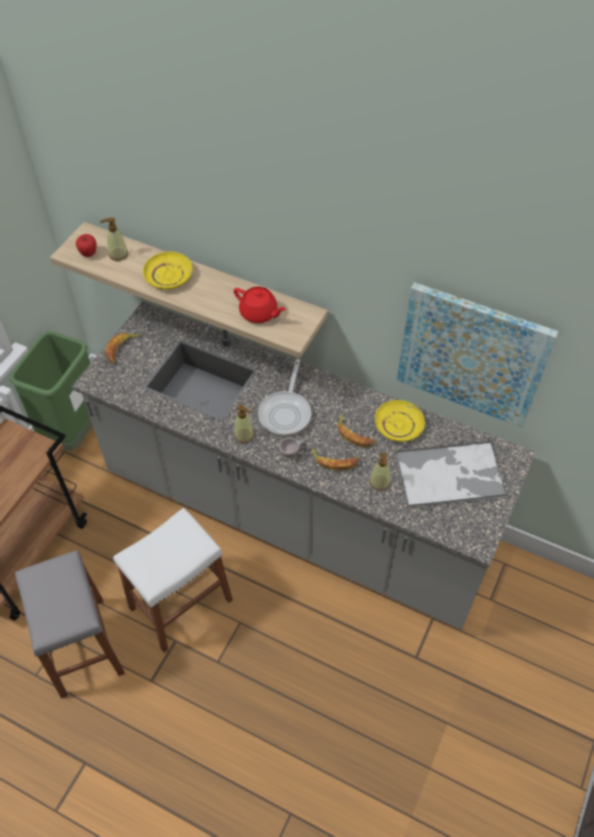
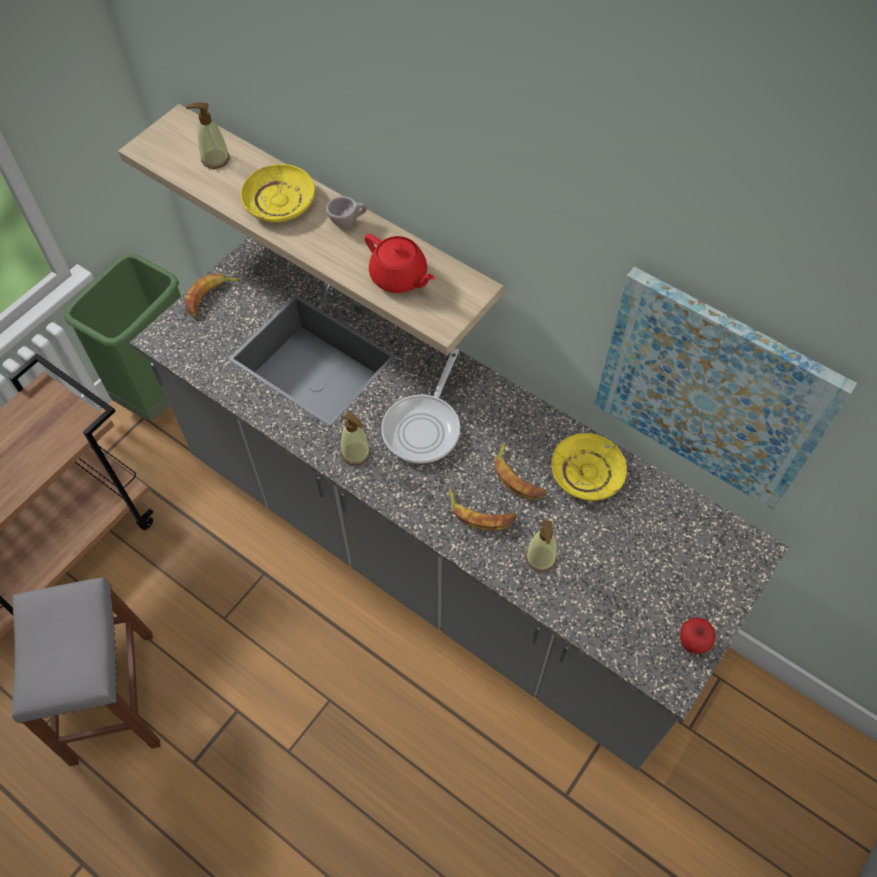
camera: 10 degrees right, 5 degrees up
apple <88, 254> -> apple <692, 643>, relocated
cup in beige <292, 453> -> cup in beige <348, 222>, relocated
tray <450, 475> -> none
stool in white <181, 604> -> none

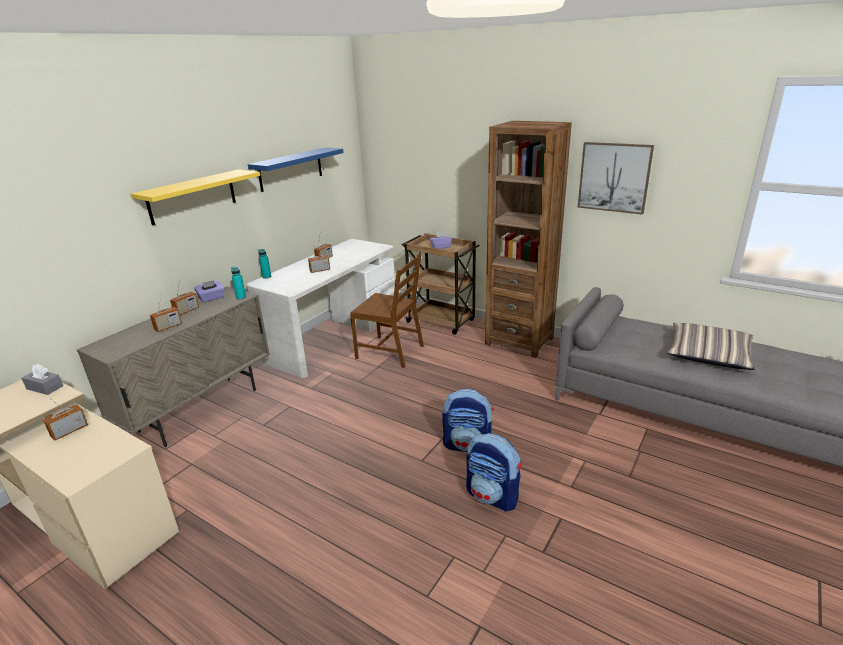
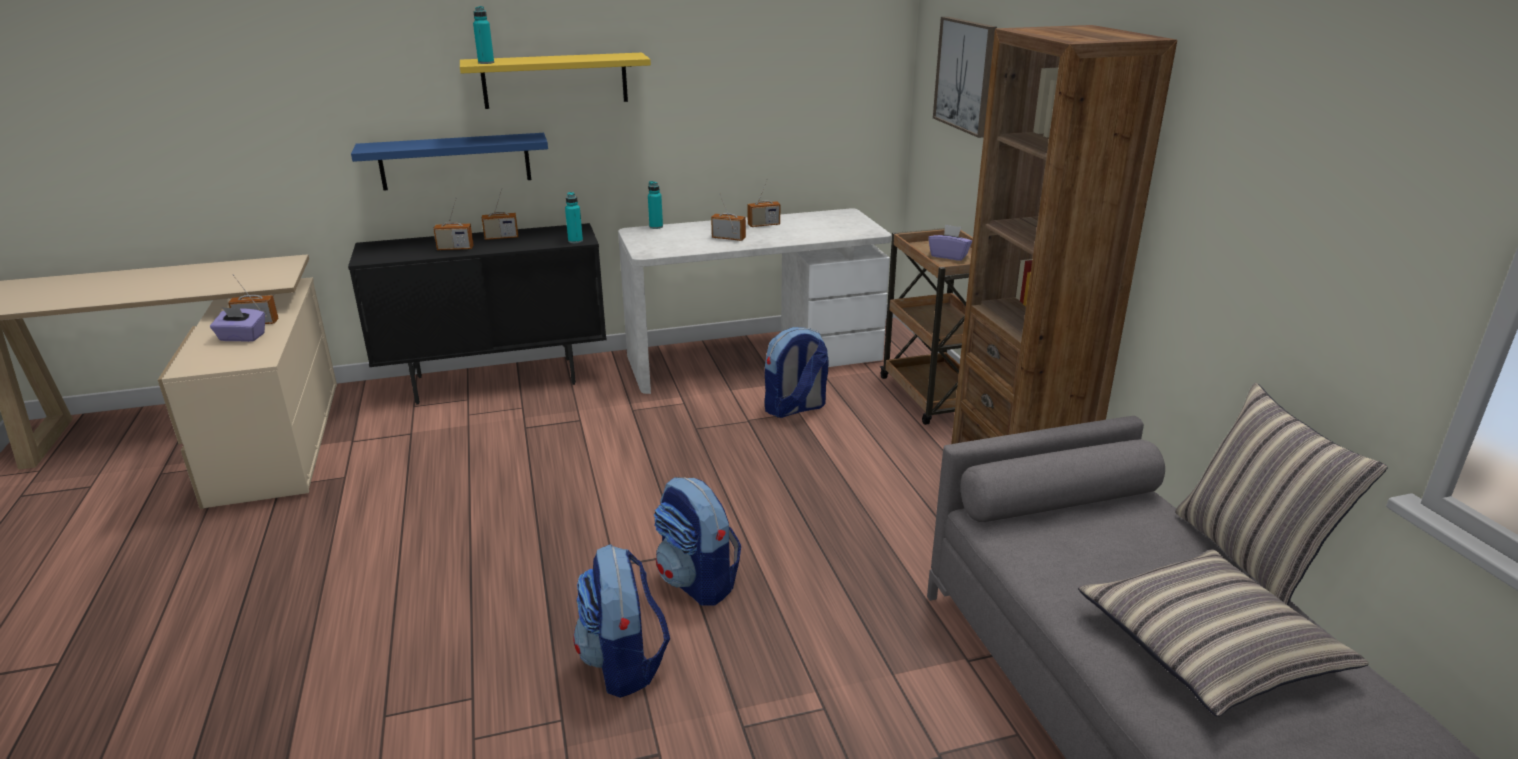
camera: 40 degrees right, 0 degrees up
picture <614, 177> -> picture <966, 75>, relocated
shelf in blue <291, 169> -> shelf in blue <455, 161>, relocated
chair in brown <391, 351> -> backpack <795, 408>
tissue box in purple <211, 298> -> tissue box in purple <242, 337>, relocated
cabinet in beige <200, 410> -> cabinet in black <497, 380>
tissue box in grey <44, 387> -> none
none -> bottle in turquoise <486, 63>
none -> pillow <1250, 555>

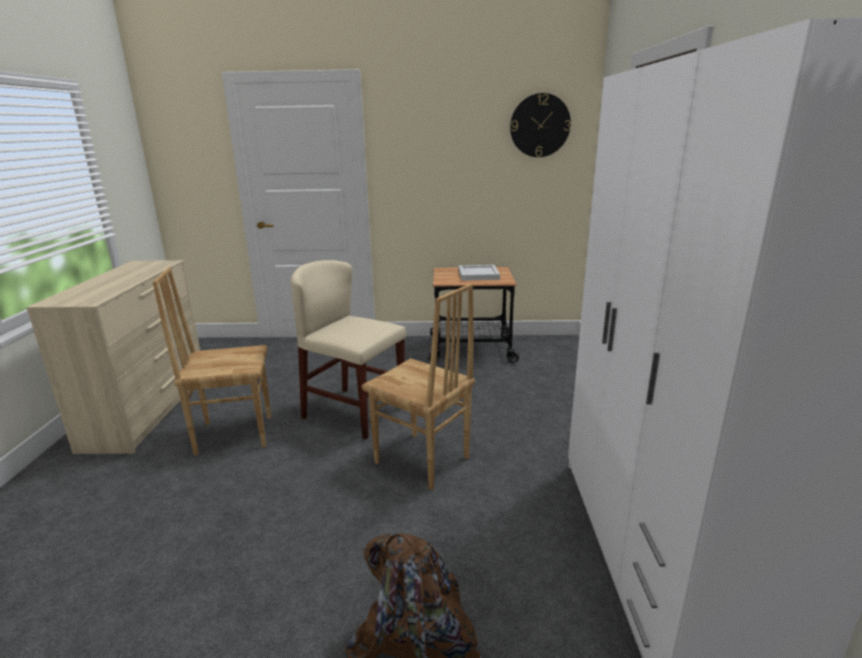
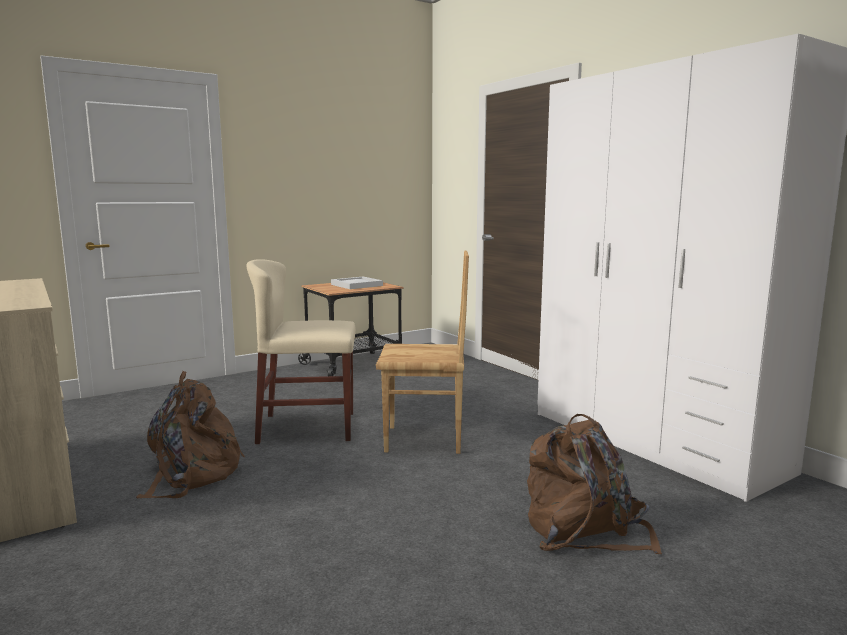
camera: 35 degrees left, 10 degrees down
wall clock <540, 125> -> none
chair in brown <234, 434> -> backpack in brown <192, 473>

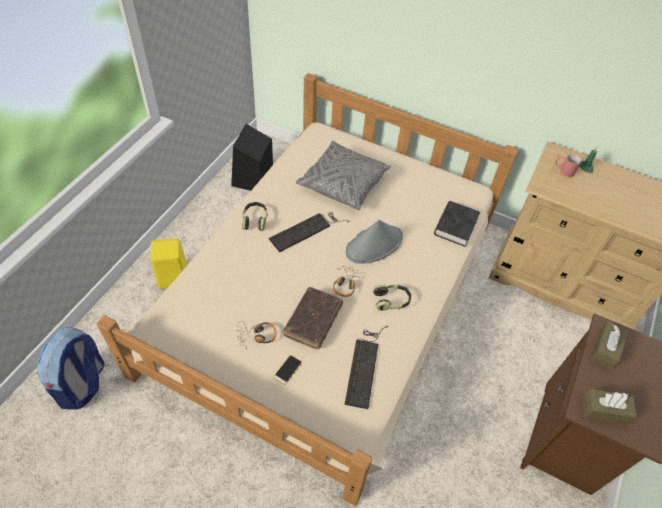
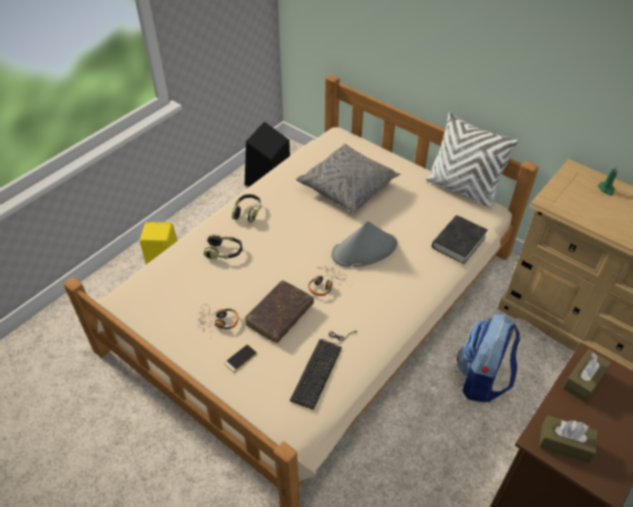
camera: 15 degrees right, 5 degrees down
mug in red <563, 171> -> none
keyboard <307, 230> -> none
headphones <391, 301> -> headphones <224, 252>, relocated
backpack <82, 384> -> backpack <482, 379>, relocated
none -> pillow in white <462, 189>

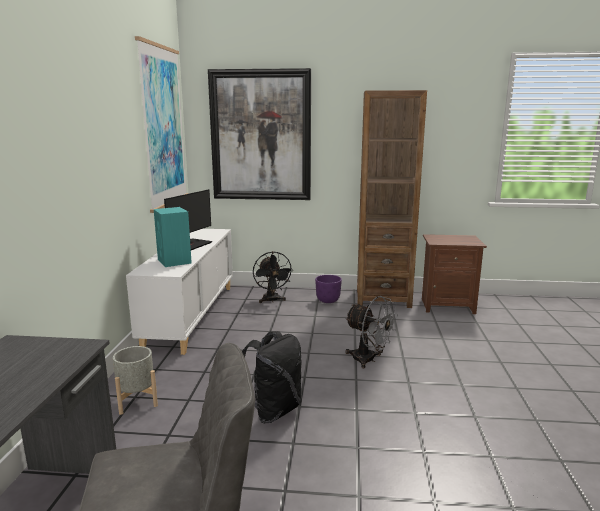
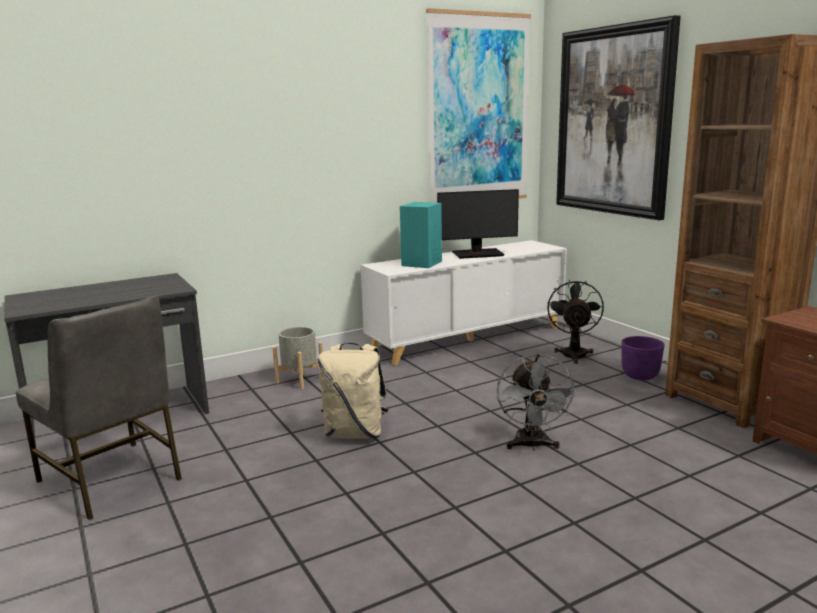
camera: 55 degrees right, 0 degrees up
fan in black <272, 300> -> fan in black <573, 353>, 150 degrees clockwise
backpack in black <272, 411> -> backpack in beige <355, 433>

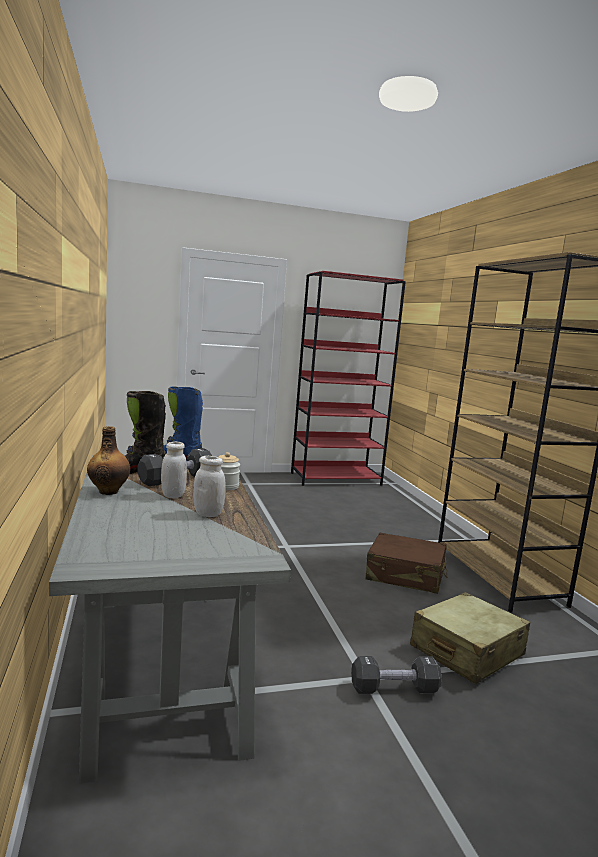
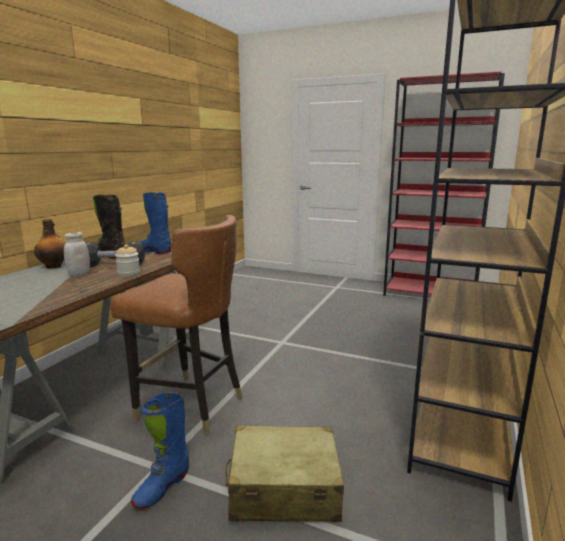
camera: 40 degrees right, 5 degrees up
jar in white <208, 514> -> none
suitcase in brown <405, 575> -> none
dumbbell in black <394, 689> -> boot in blue <162, 487>
none -> chair in brown <190, 406>

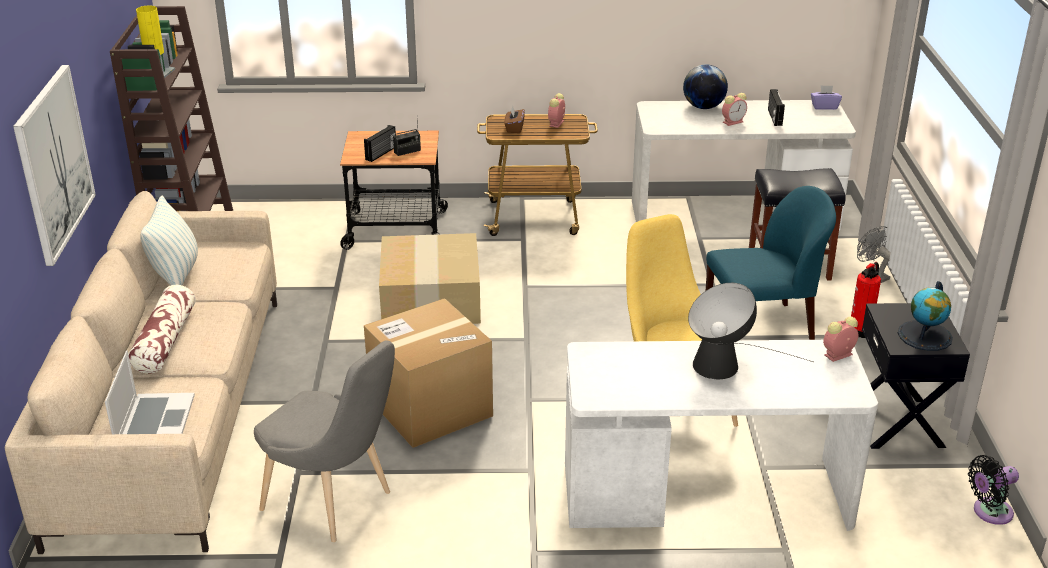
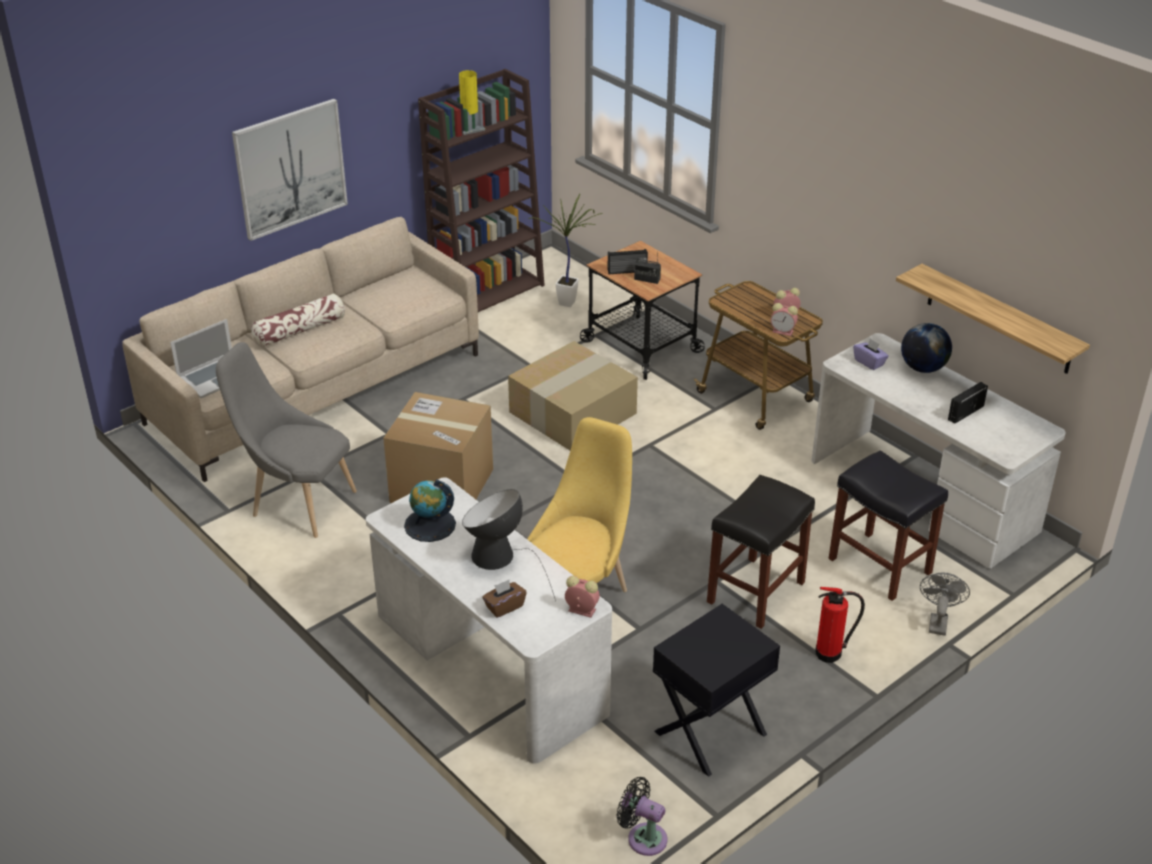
camera: 50 degrees right, 5 degrees up
tissue box in purple <824, 106> -> tissue box in purple <869, 362>, relocated
alarm clock <733, 122> -> alarm clock <783, 331>, relocated
tissue box in brown <514, 128> -> tissue box in brown <504, 607>, relocated
chair in blue <761, 327> -> stool in black <755, 593>
pillow <176, 274> -> none
globe <925, 335> -> globe <430, 525>, relocated
chair in grey <334, 503> -> chair in grey <297, 503>, 120 degrees clockwise
none -> potted plant <570, 302>
none -> shelf <999, 319>

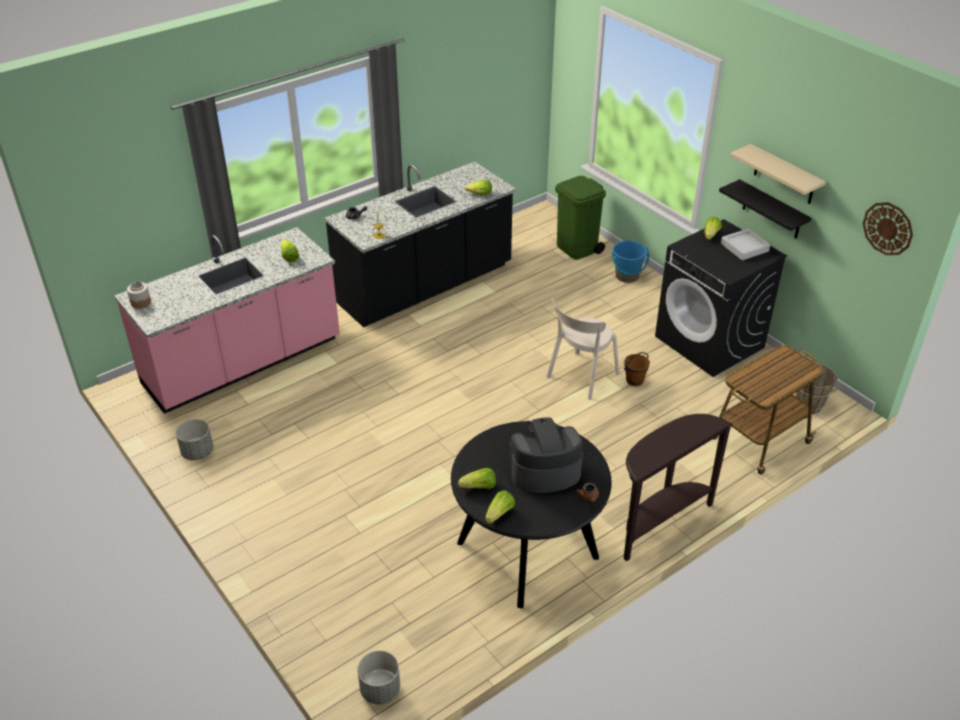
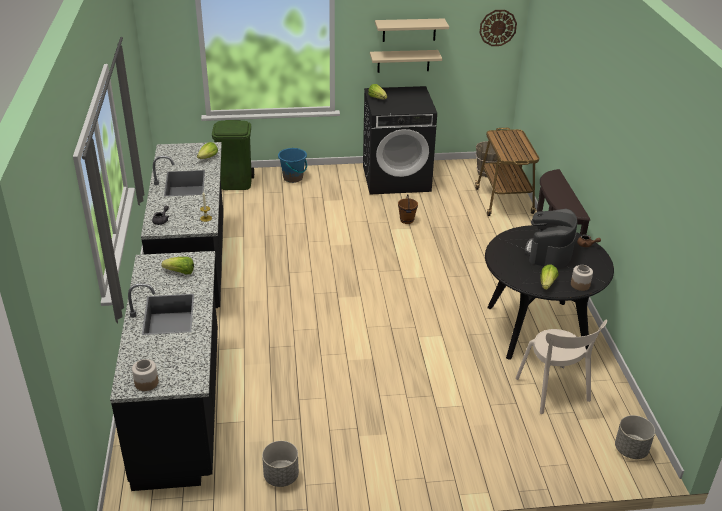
camera: 60 degrees left, 5 degrees down
shelf in black <772, 210> -> shelf in beige <403, 61>
counter in pink <243, 363> -> counter in black <181, 406>
tray in grey <744, 247> -> none
chair in beige <580, 377> -> chair in beige <554, 392>, relocated
lettuce <499, 514> -> jar <580, 285>

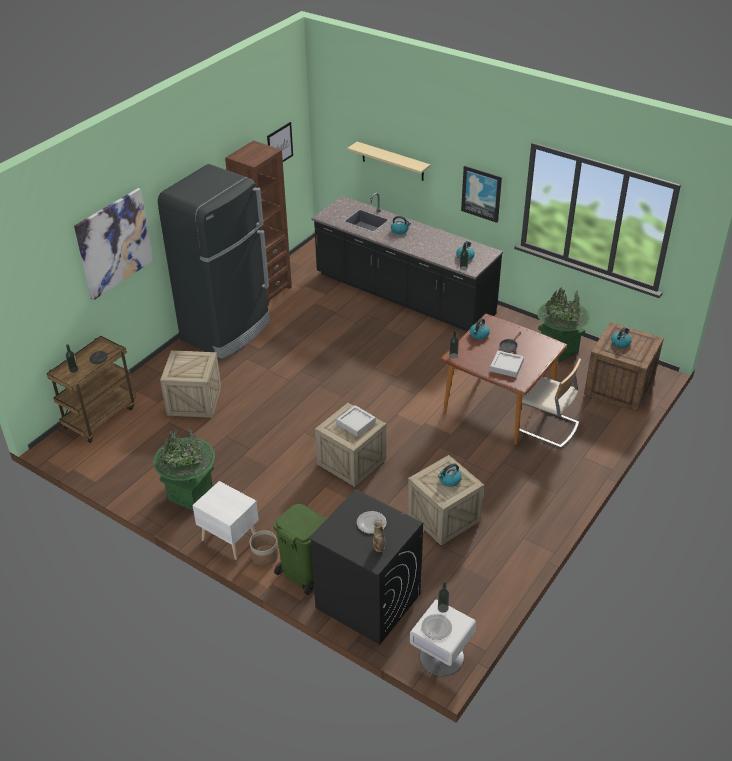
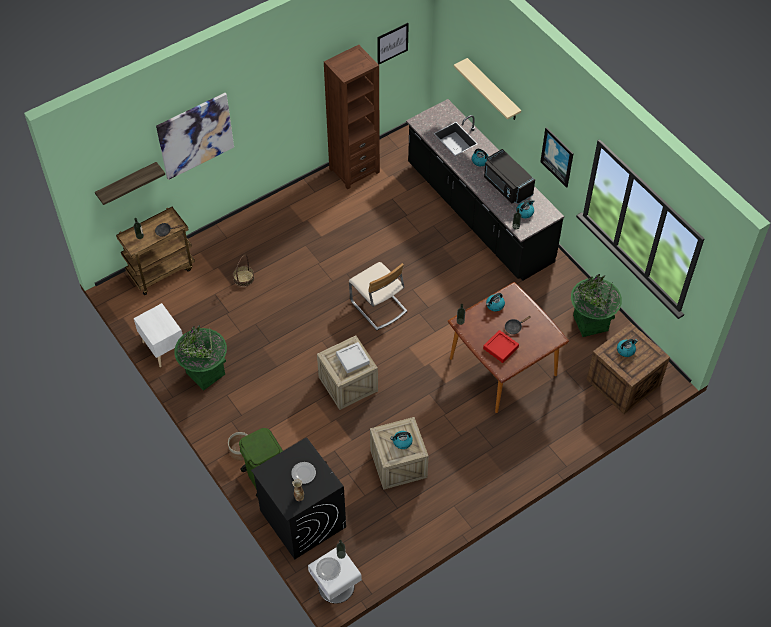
camera: 20 degrees right, 15 degrees up
fridge in black <227, 331> -> none
crate <194, 401> -> basket <243, 278>
tray in grey <506, 366> -> tray in red <500, 348>
chair in beige <546, 427> -> chair in beige <378, 307>, relocated
nightstand in white <229, 538> -> nightstand in white <163, 347>, relocated
none -> microwave in black <506, 186>
none -> shelf <127, 183>

